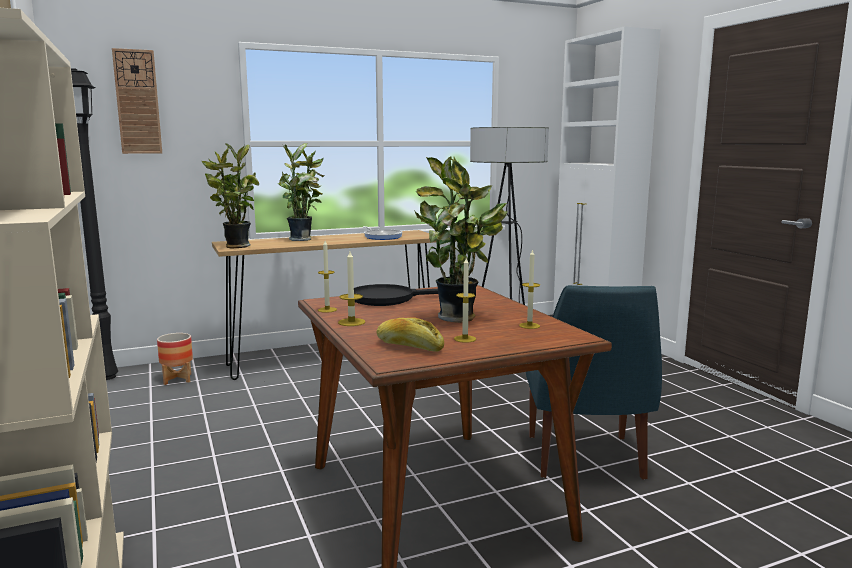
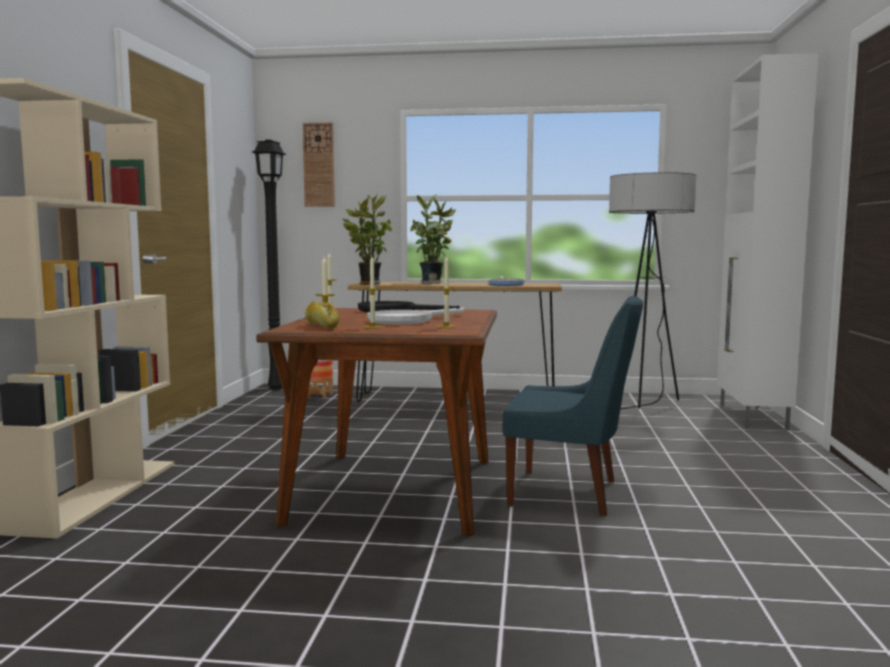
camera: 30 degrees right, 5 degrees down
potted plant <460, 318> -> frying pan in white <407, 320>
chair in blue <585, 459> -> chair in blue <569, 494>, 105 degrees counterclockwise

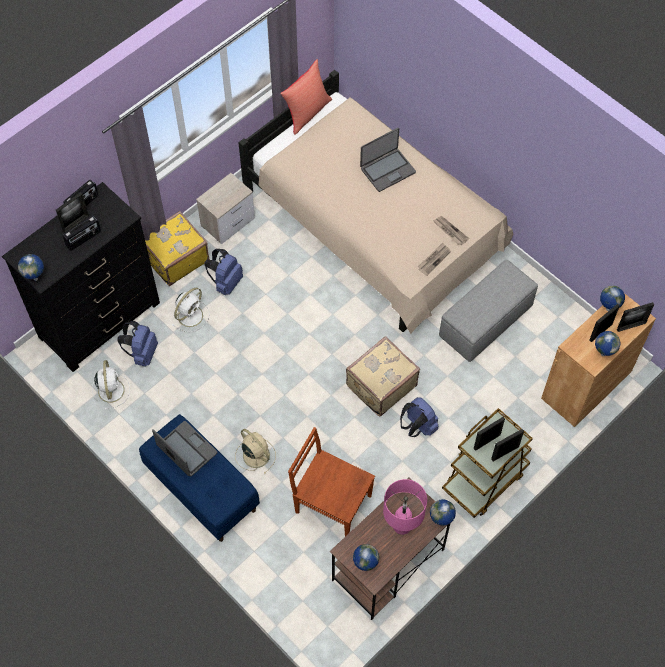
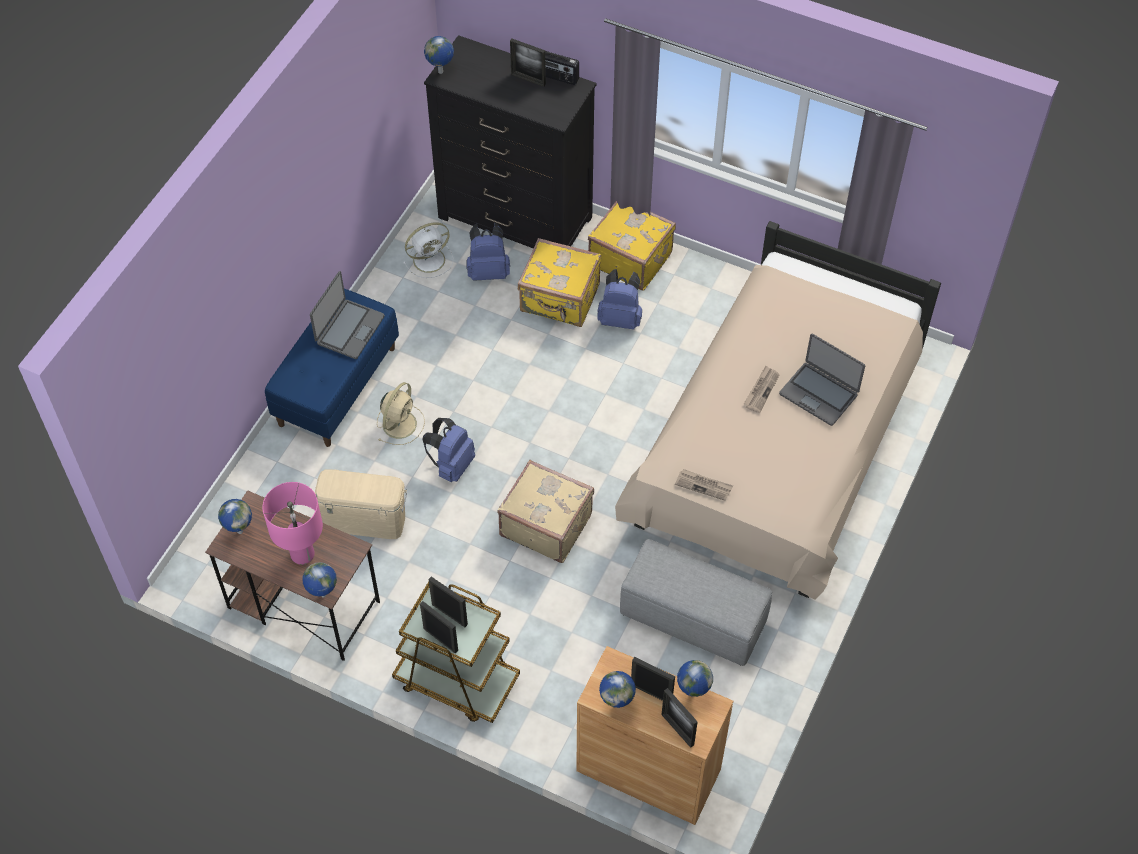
camera: 70 degrees right, 5 degrees down
pillow in red <307, 112> -> none
nightstand <228, 222> -> none
radio <84, 239> -> none
newspaper <450, 231> -> newspaper <761, 390>, relocated
fan in white <191, 315> -> suitcase in yellow <560, 299>
backpack in blue <418, 427> -> backpack in blue <451, 465>, relocated
chair in brown <331, 502> -> storage box in beige <365, 520>

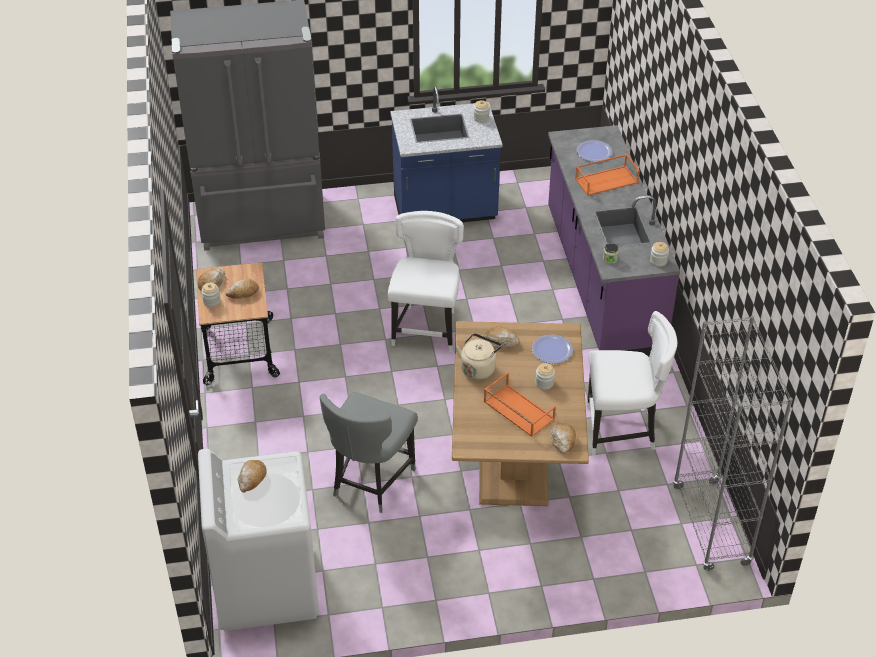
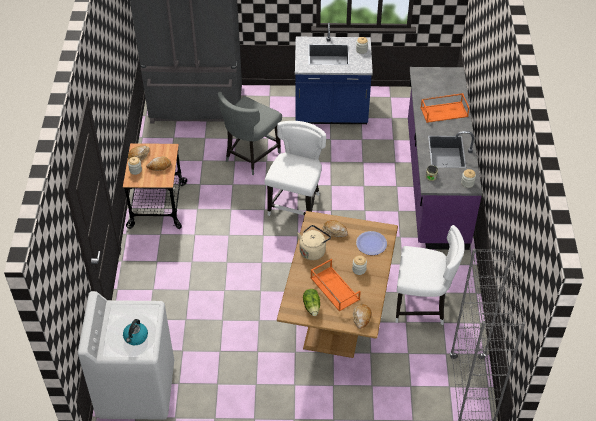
camera: 10 degrees right, 5 degrees up
plate <594, 152> -> none
chair in grey <370, 482> -> chair in grey <250, 156>, relocated
bread <252, 479> -> none
none -> lettuce <312, 306>
none -> kettle <136, 337>

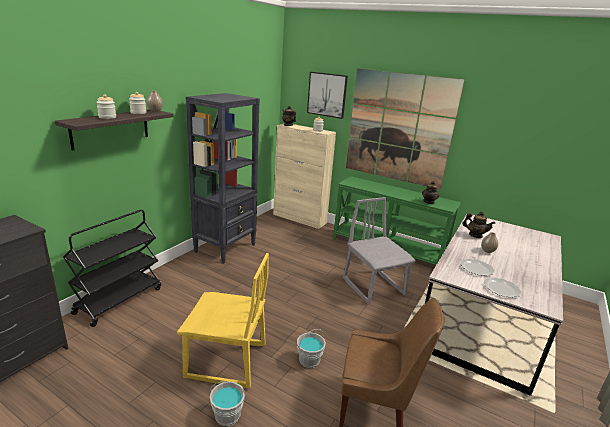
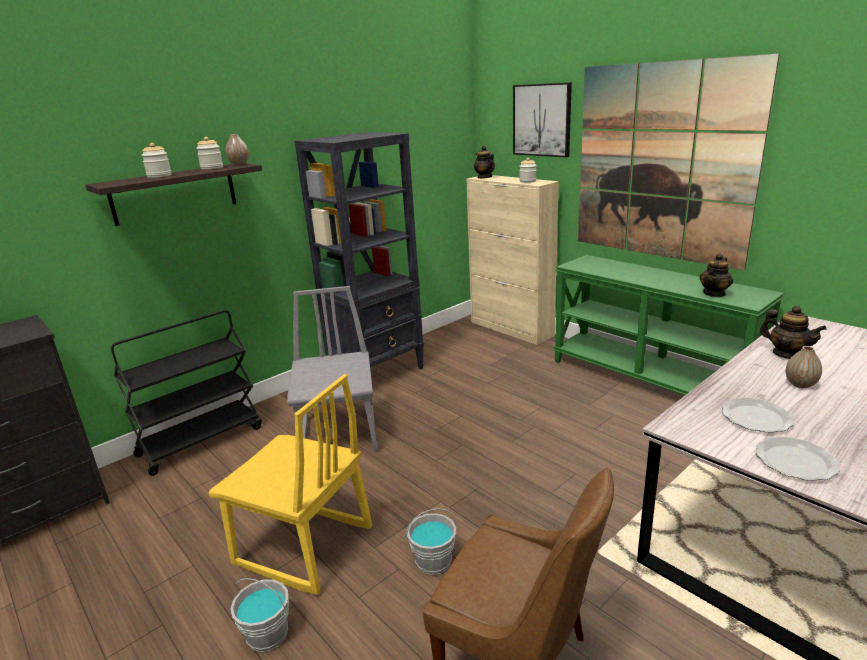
camera: 20 degrees right, 0 degrees up
chair in grey <374, 287> -> chair in grey <340, 434>, relocated

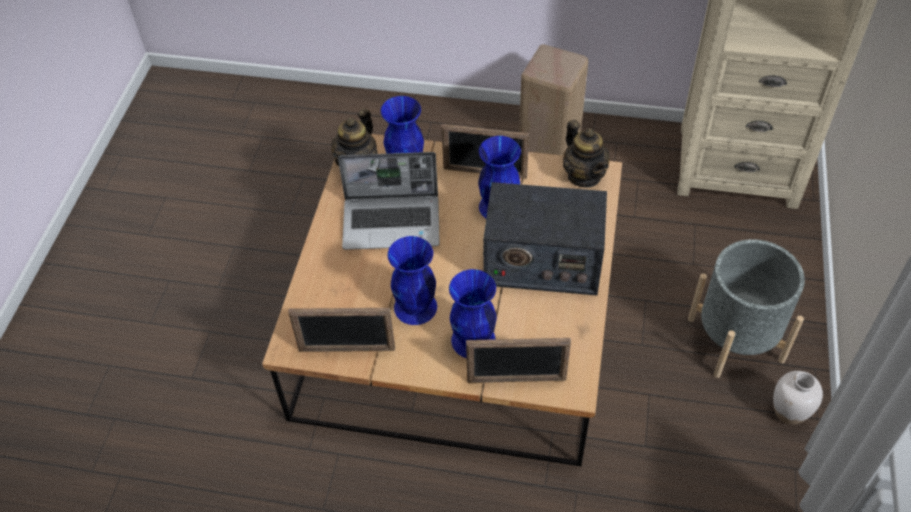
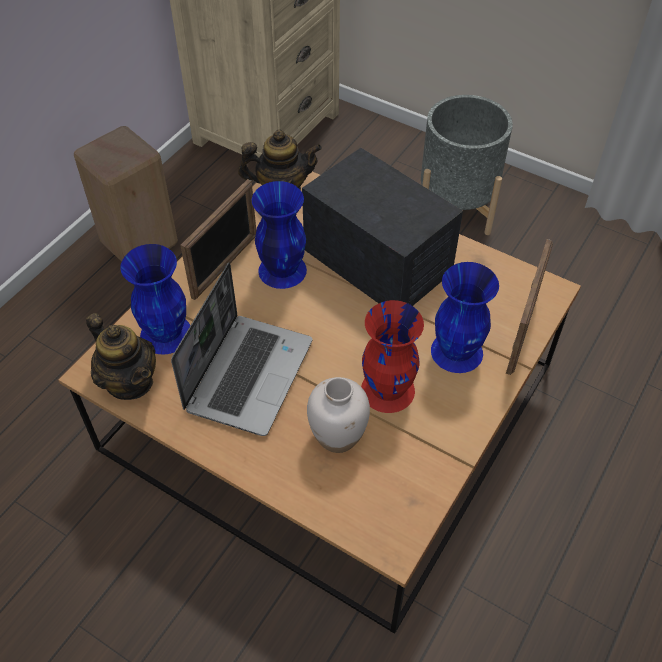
camera: 70 degrees left, 0 degrees up
radio <541, 262> -> radio <378, 261>, 75 degrees counterclockwise
vase in blue <415, 307> -> vase in red <388, 390>
picture frame <347, 349> -> none
vase in white <789, 413> -> vase in white <338, 437>, relocated

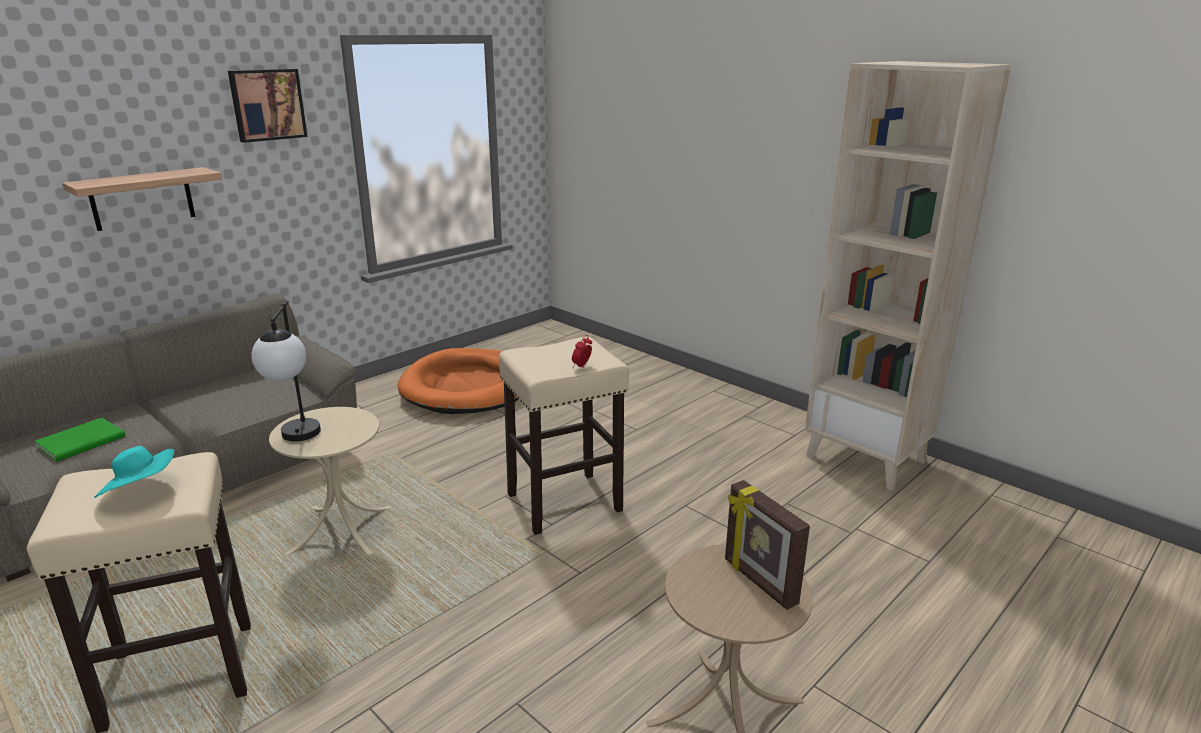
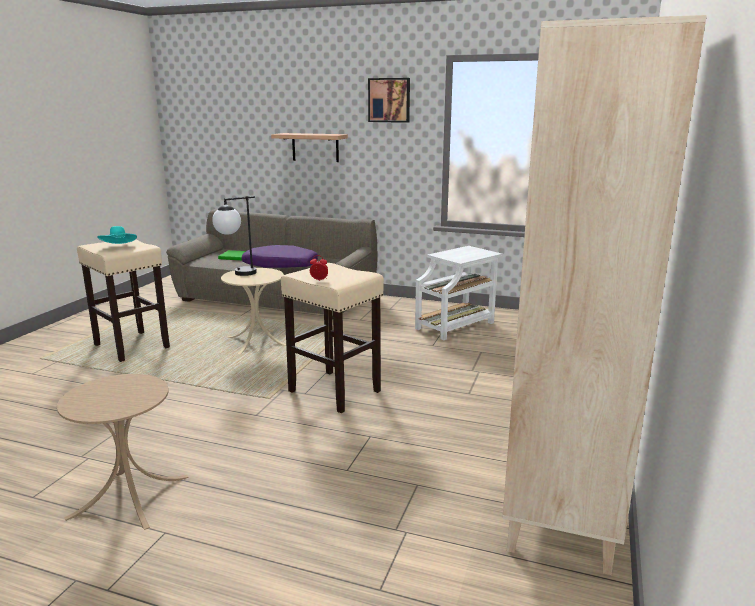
camera: 65 degrees right, 5 degrees down
dog bed in orange <470, 386> -> side table in white <456, 326>
picture frame <759, 582> -> none
none -> pillow in purple <280, 266>

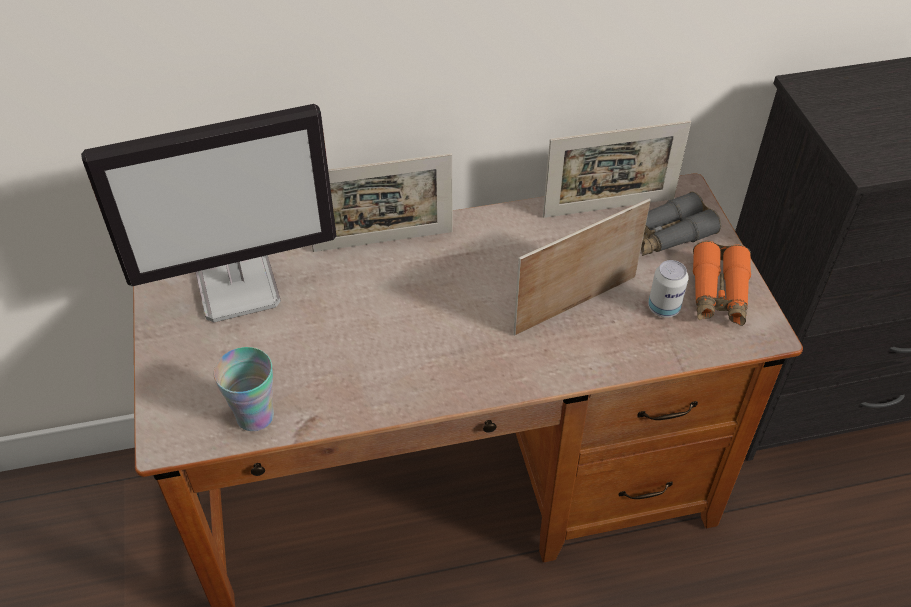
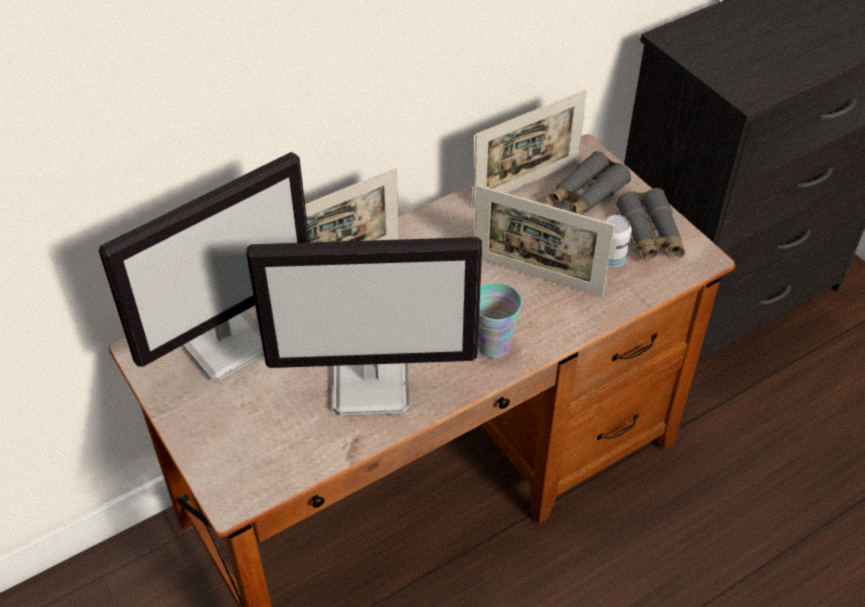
camera: 20 degrees left, 0 degrees up
picture frame <575, 305> -> picture frame <537, 276>, 105 degrees counterclockwise
binoculars in orange <718, 293> -> binoculars in grey <650, 235>
cup <255, 416> -> cup <493, 346>, relocated
none -> monitor <373, 384>

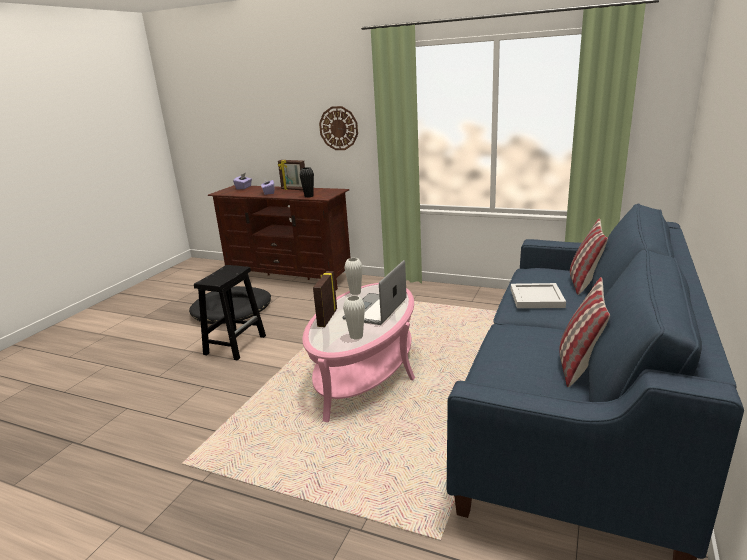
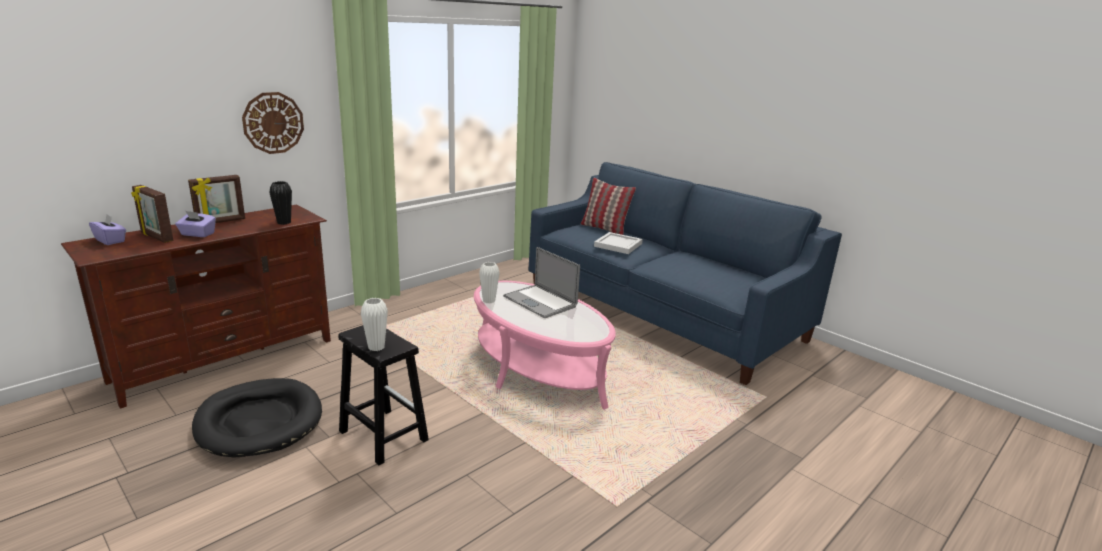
camera: 70 degrees left, 0 degrees up
picture frame <326, 318> -> picture frame <156, 237>, relocated
pillow <578, 364> -> none
vase in white <356, 336> -> vase in white <376, 347>, relocated

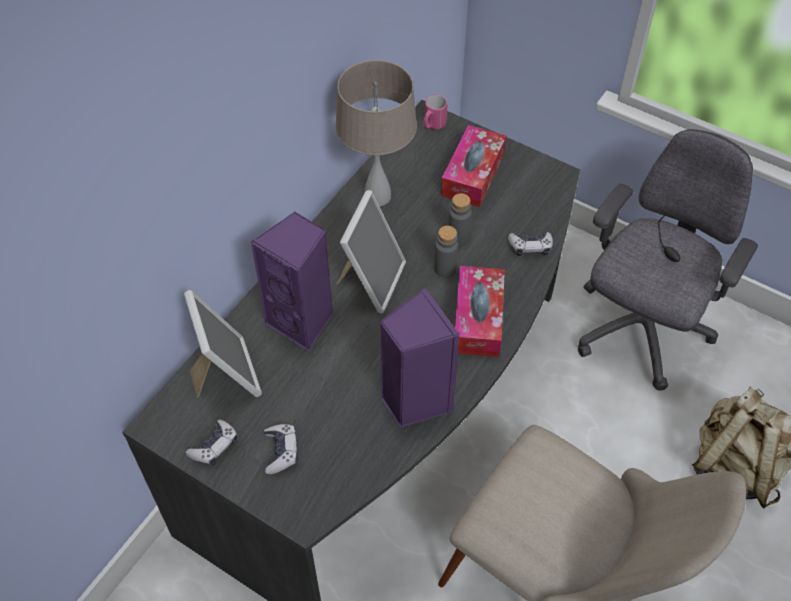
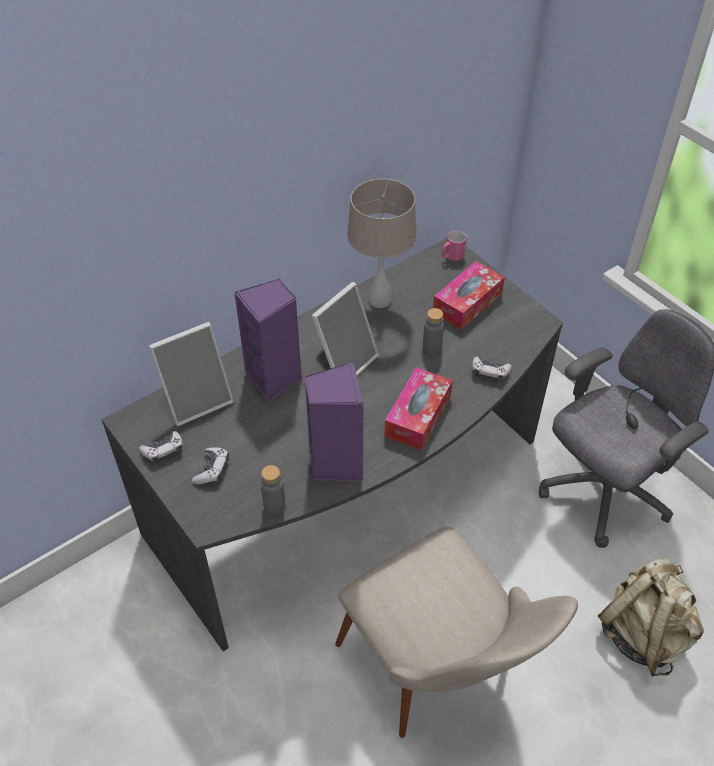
camera: 20 degrees right, 5 degrees down
bottle in grey <445, 268> -> bottle in grey <274, 505>, relocated
picture frame <225, 373> -> picture frame <197, 399>, 60 degrees clockwise

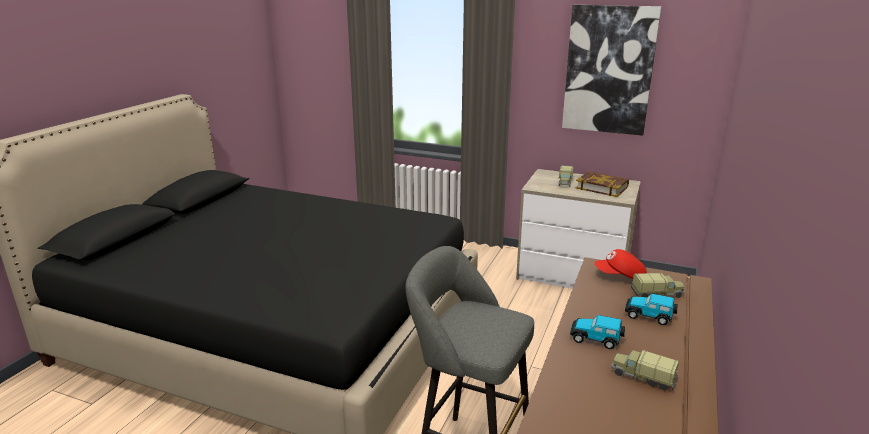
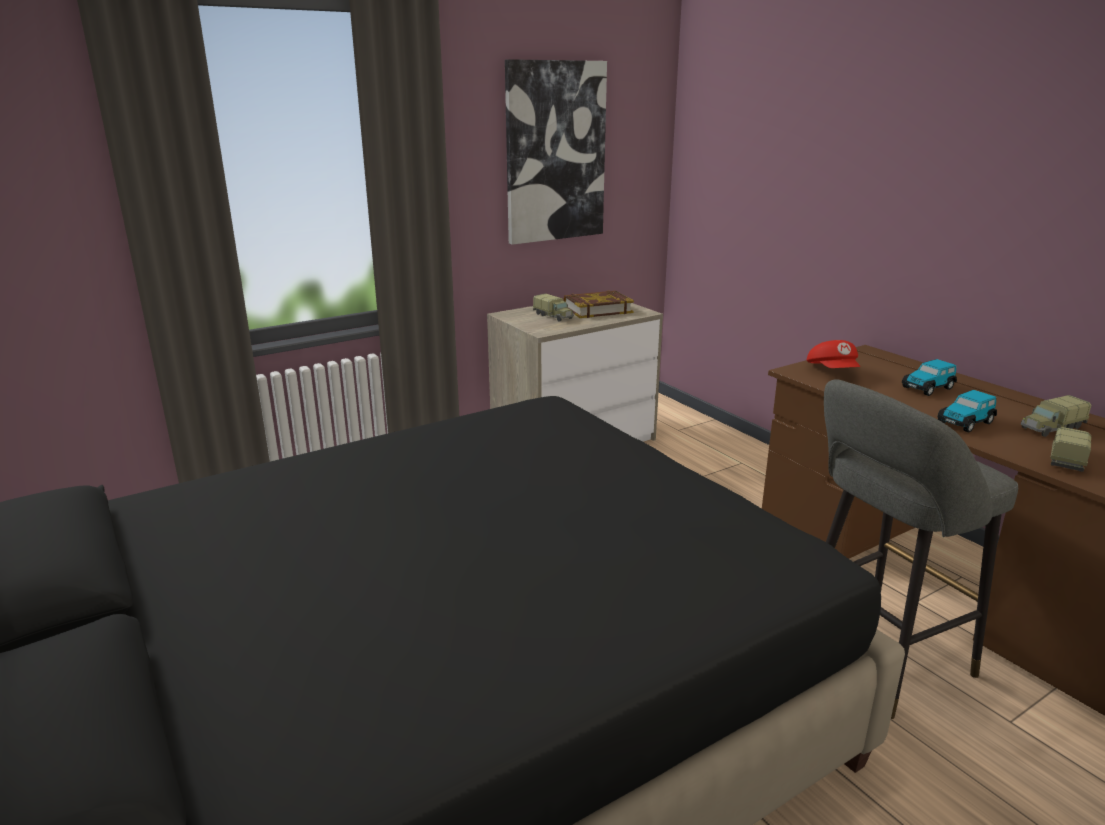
camera: 55 degrees left, 0 degrees up
cap in red <620, 277> -> cap in red <833, 371>, 45 degrees counterclockwise
toy truck <657, 294> -> toy truck <1066, 458>, relocated

